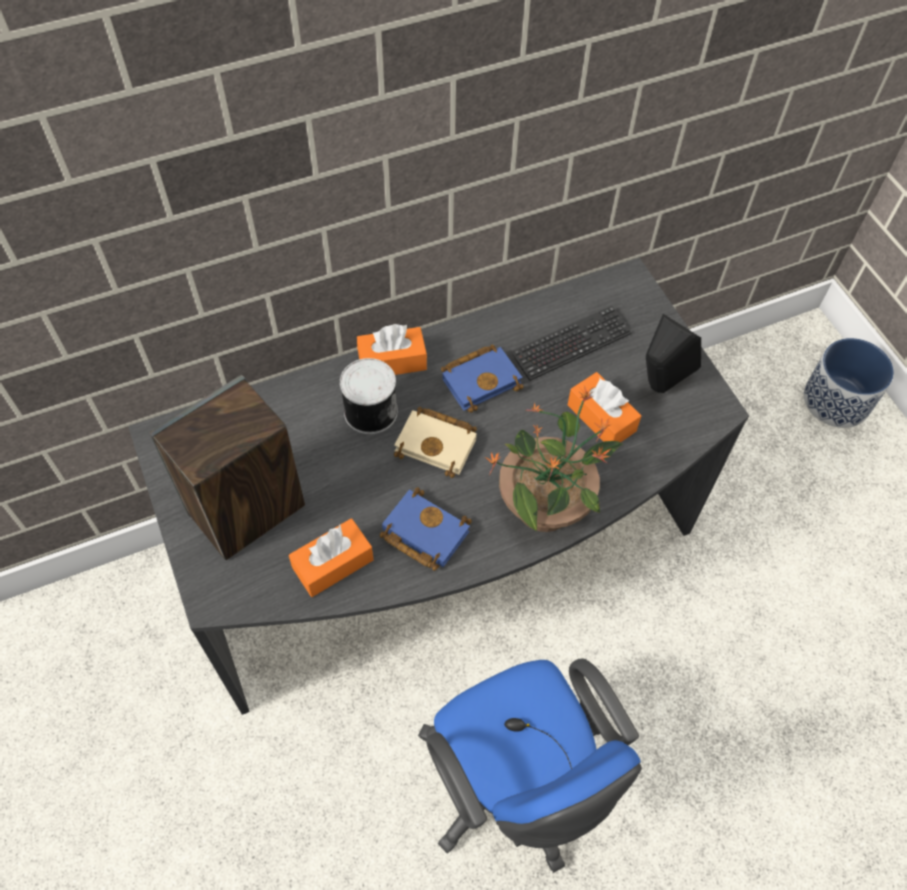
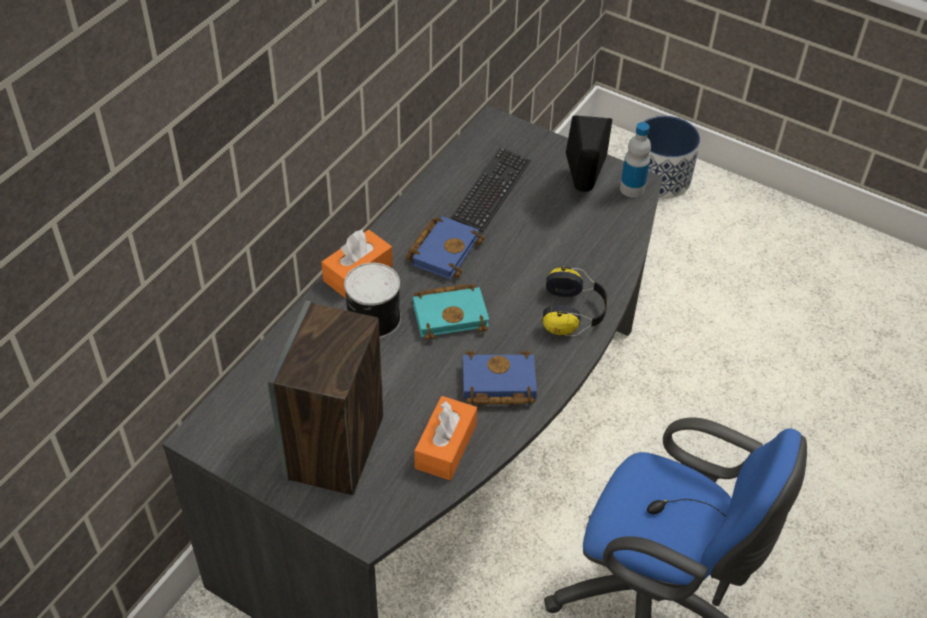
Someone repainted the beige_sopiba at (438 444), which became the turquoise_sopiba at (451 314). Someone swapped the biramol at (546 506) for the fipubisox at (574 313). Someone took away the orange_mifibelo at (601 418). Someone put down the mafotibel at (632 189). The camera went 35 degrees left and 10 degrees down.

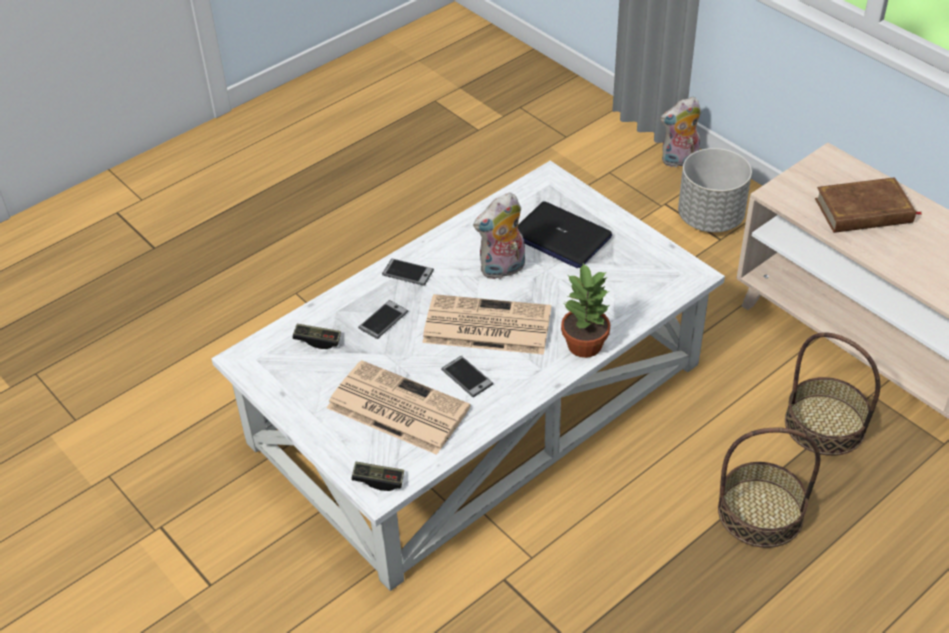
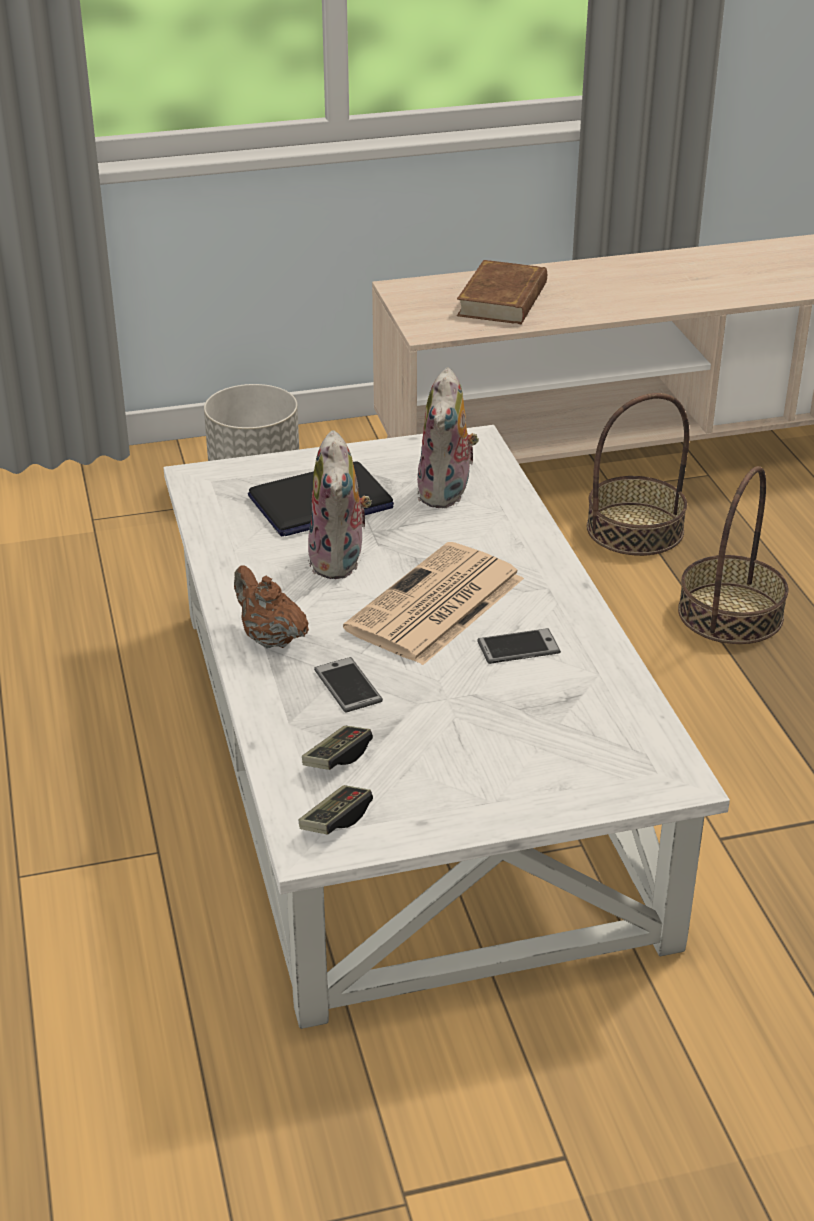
Someone took away the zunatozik at (396 408). Someone carried the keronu from (378 480) to (336 820). Someone swapped the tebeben at (407 273) for the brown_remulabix at (270 638). Someone took away the biramol at (585 344). Someone carried the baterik from (679 161) to (447 494). The camera went 65 degrees left and 10 degrees down.

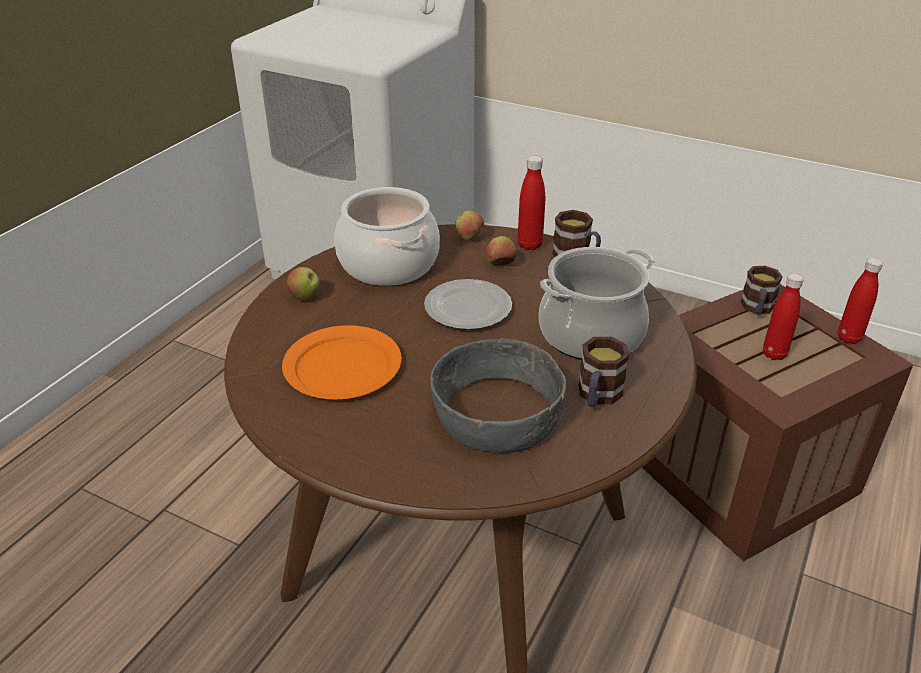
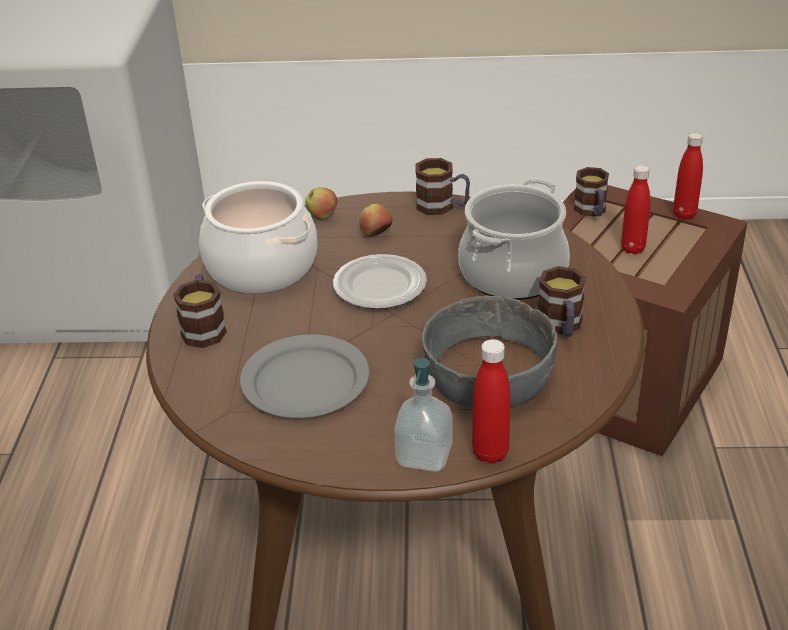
Someone repainted the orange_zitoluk at (342 366), which became the grey_zitoluk at (304 381). Someone swapped the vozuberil at (305 297) for the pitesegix at (204 327). Someone carried the red_mafotibel from (529 245) to (490 453). Someone put down the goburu at (424 456). The camera went 25 degrees left and 0 degrees up.

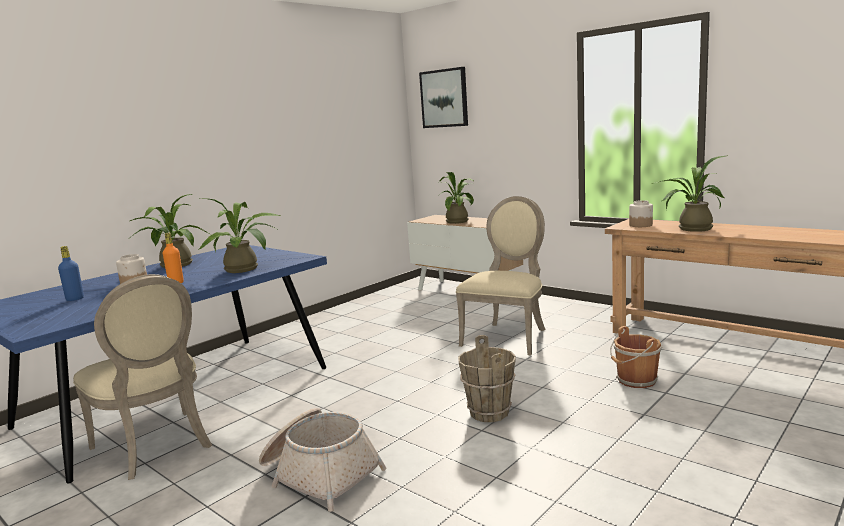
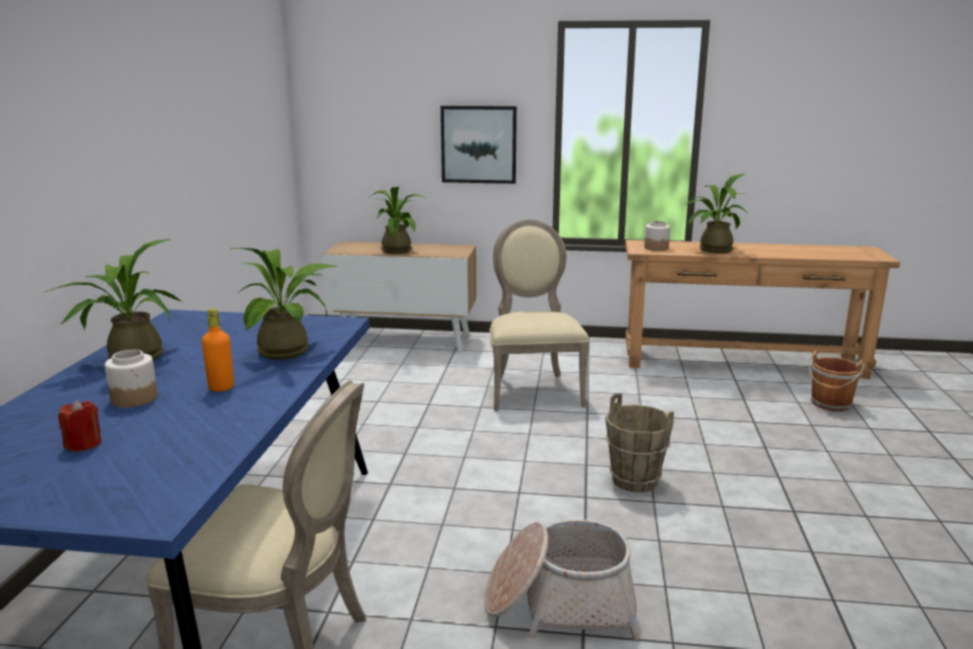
Someone swapped the blue_mafotibel at (75 299) for the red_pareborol at (83 444). Someone carried the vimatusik from (444 98) to (479 144). Someone carried the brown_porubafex from (635 381) to (831 404). The camera went 35 degrees left and 5 degrees up.

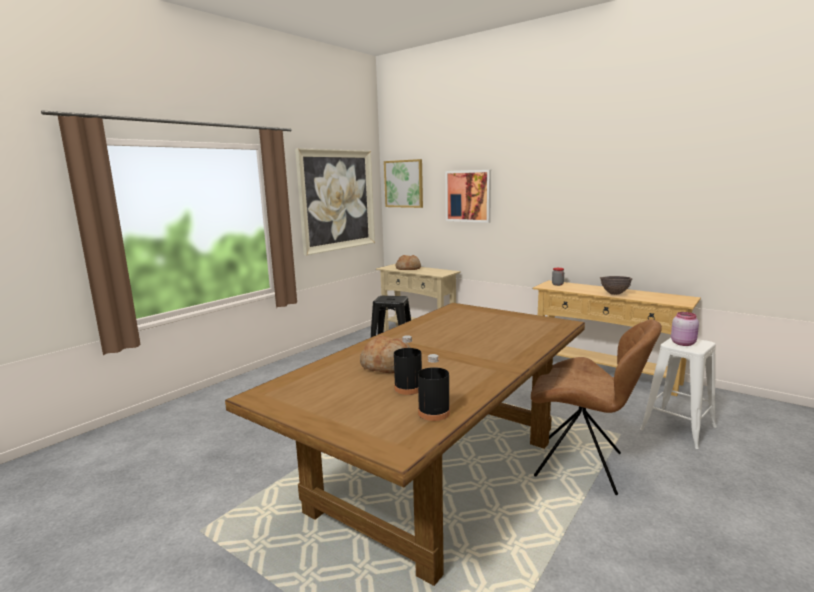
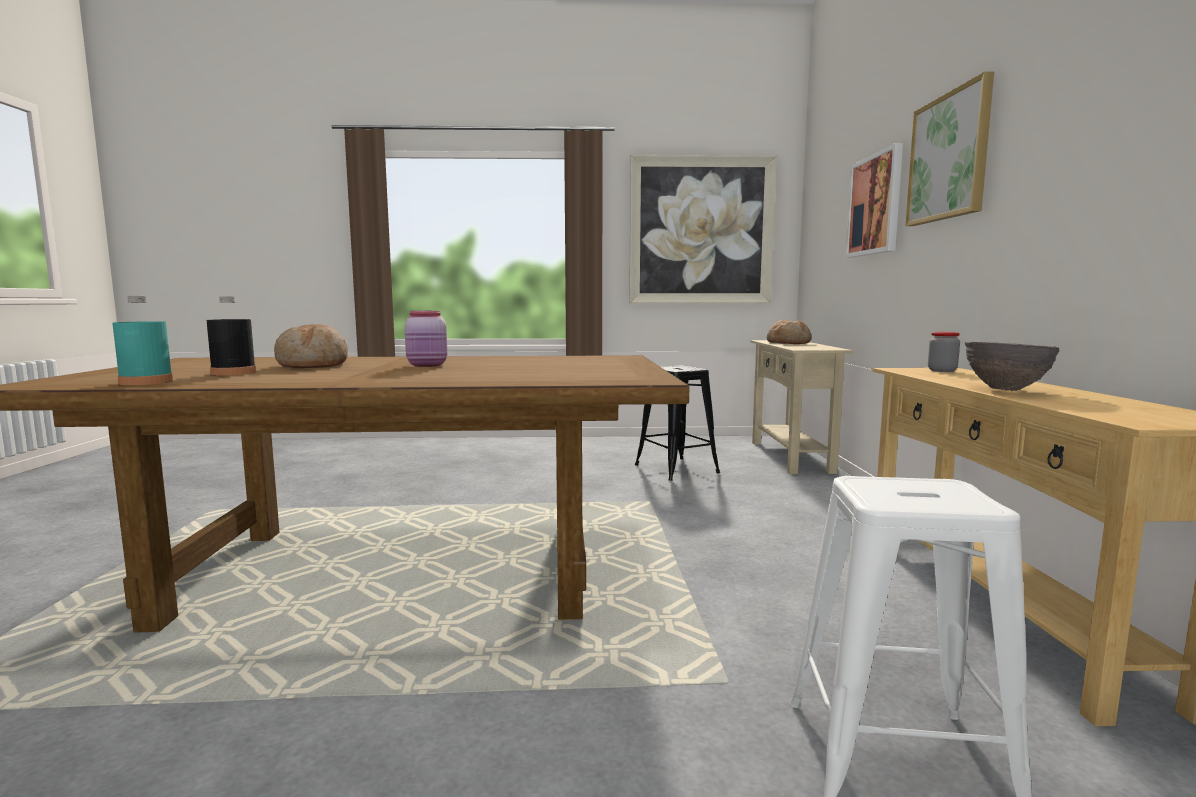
Someone carried the vimatusik from (404 184) to (949 157). Someone repainted the black_mafotibel at (434 413), which became the turquoise_mafotibel at (146 382). Someone took away the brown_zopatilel at (583 465). Someone carried the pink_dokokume from (683 343) to (428 365). The camera went 50 degrees right and 5 degrees down.

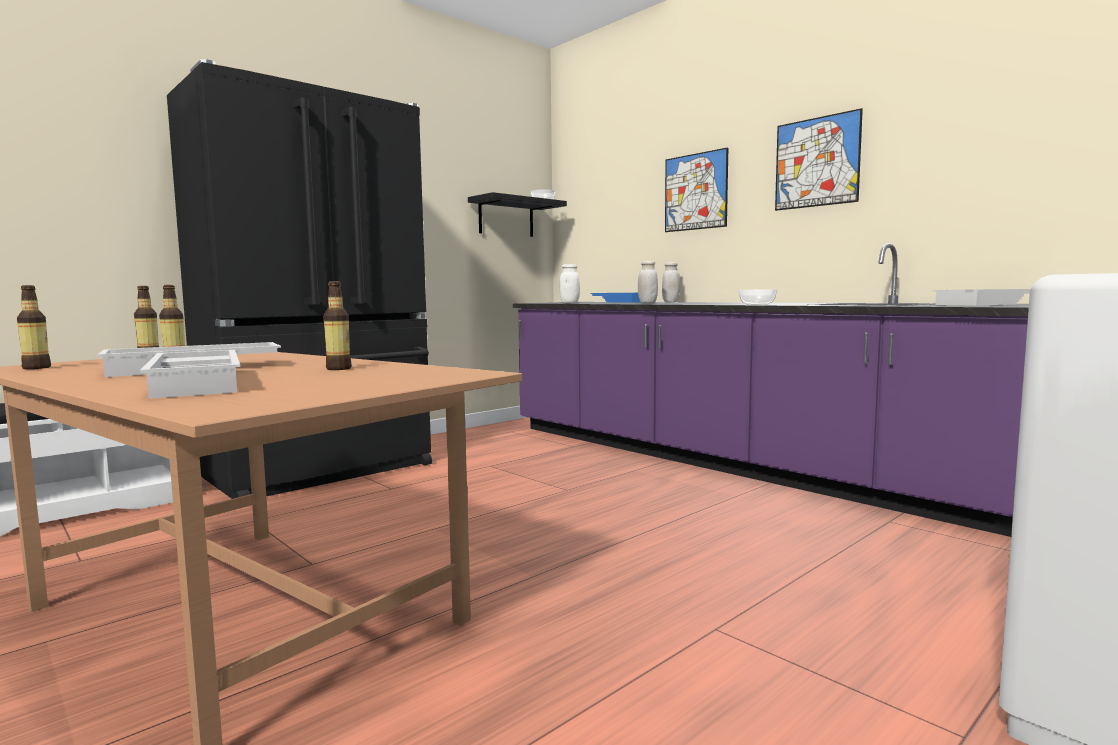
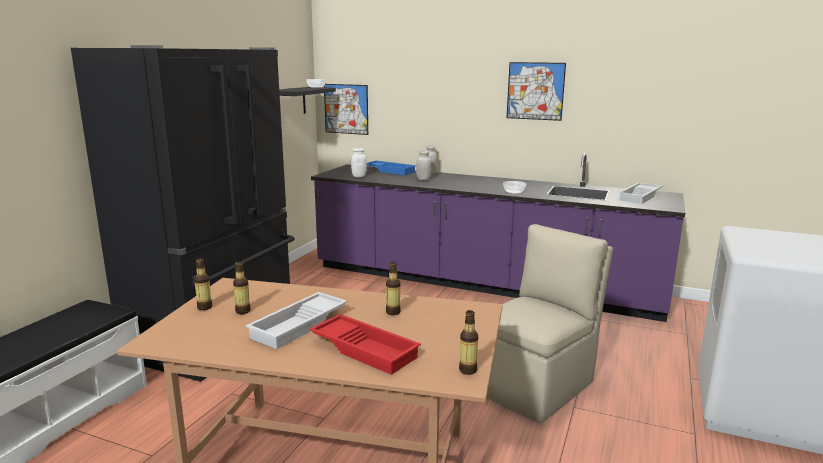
Someone carried the mafotibel from (36 368) to (467 370). Someone repainted the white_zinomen at (199 383), which became the red_zinomen at (366 349). Someone carried the vimatusik from (695 192) to (346 109). Someone put down the beige_zopatilel at (536 385). The camera went 25 degrees left and 10 degrees up.

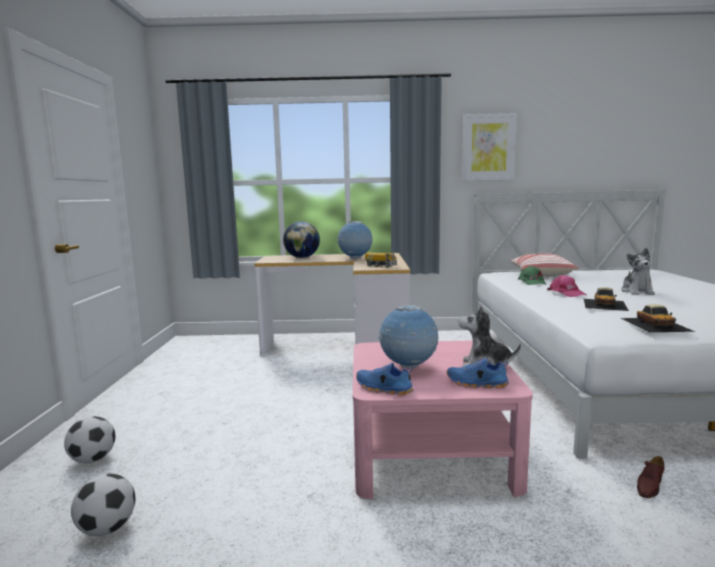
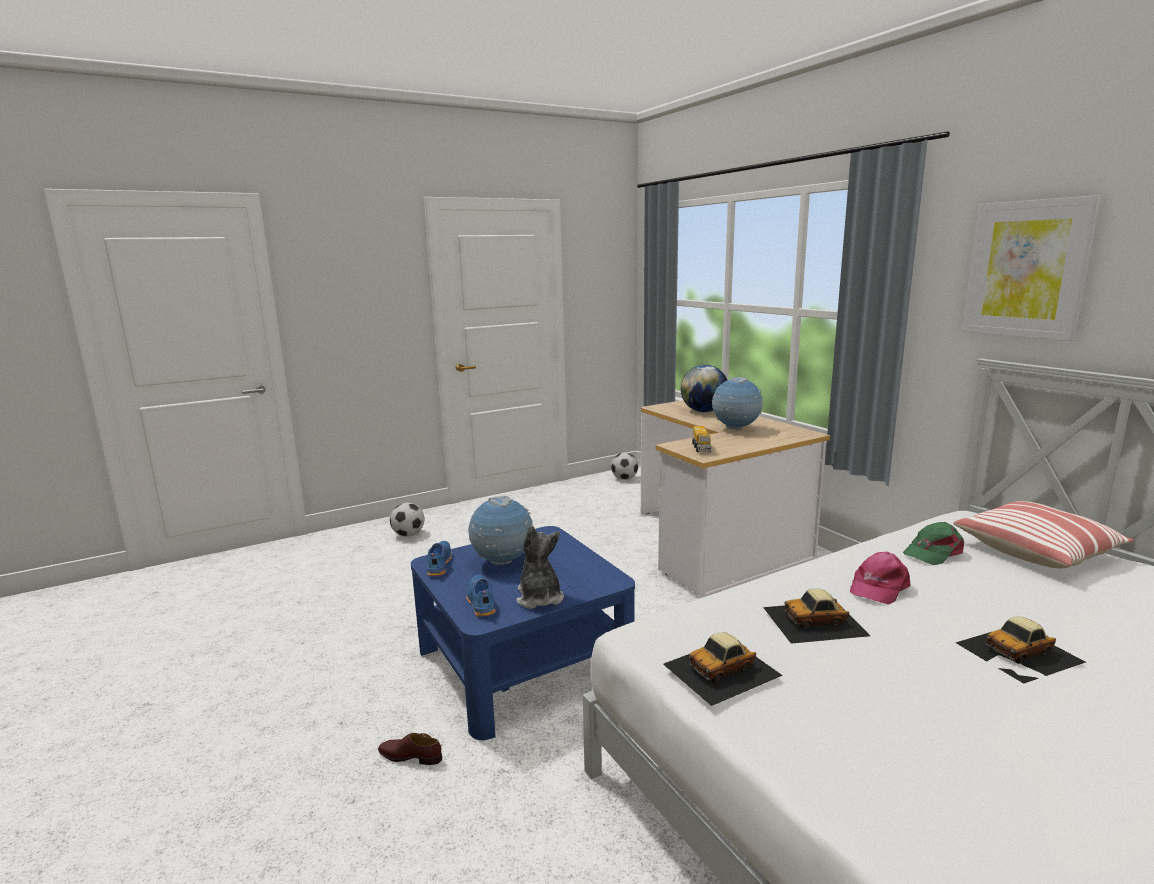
Someone carried the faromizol from (107 529) to (624 479). Someone repainted the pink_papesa at (430 450), which became the blue_papesa at (522 663). Someone swapped the baterik at (637 291) for the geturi at (1019 652). Someone carried the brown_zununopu from (649 486) to (410 756). The camera went 60 degrees right and 5 degrees up.

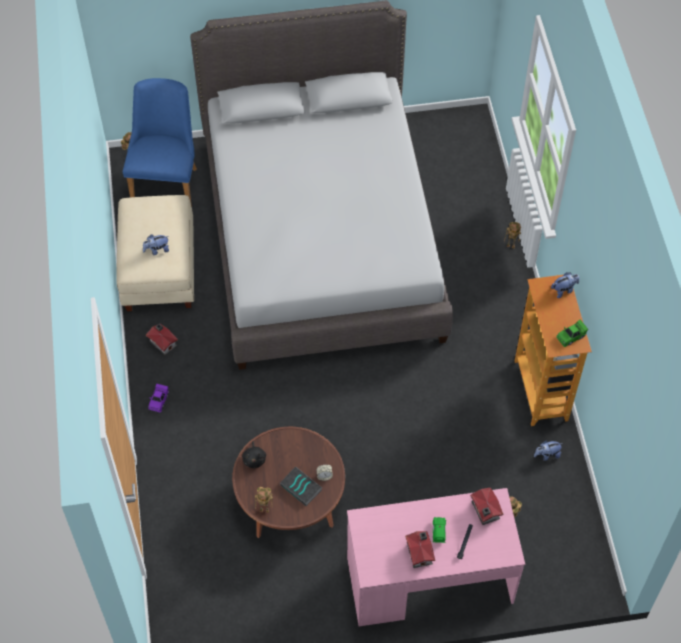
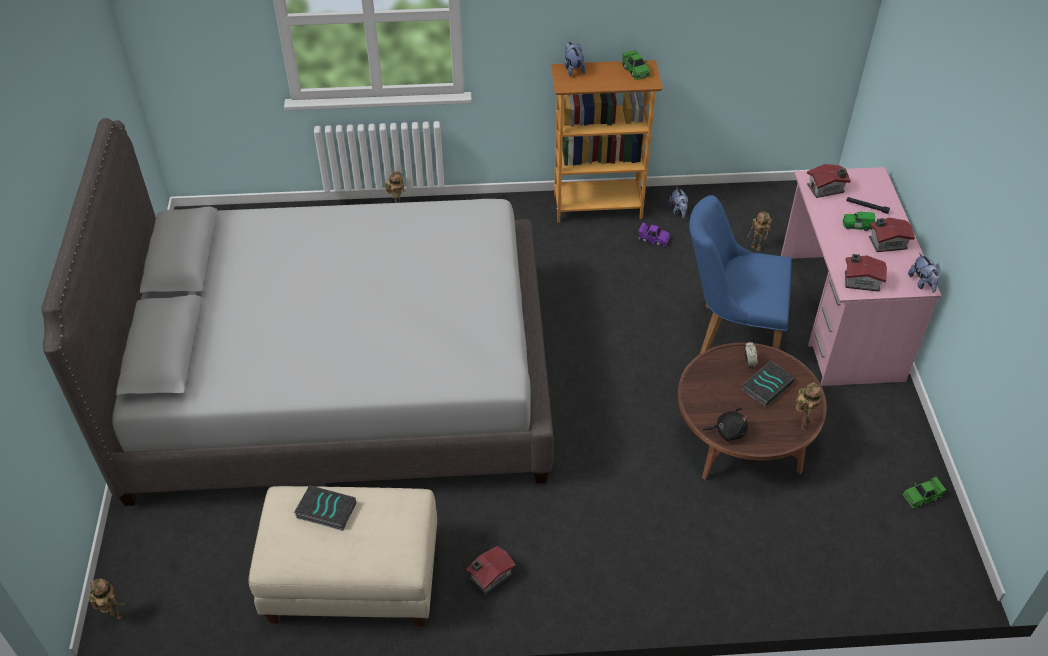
Someone carried the blue_zopatilel from (167 180) to (729 334). Someone carried the baterik from (157 250) to (922 283). Someone carried the purple_geturi from (159 401) to (653 239). Someone put down the sopiba at (325 511). Someone put down the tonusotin at (860 281). Someone put down the green_geturi at (921 497). The camera went 85 degrees left and 10 degrees down.

